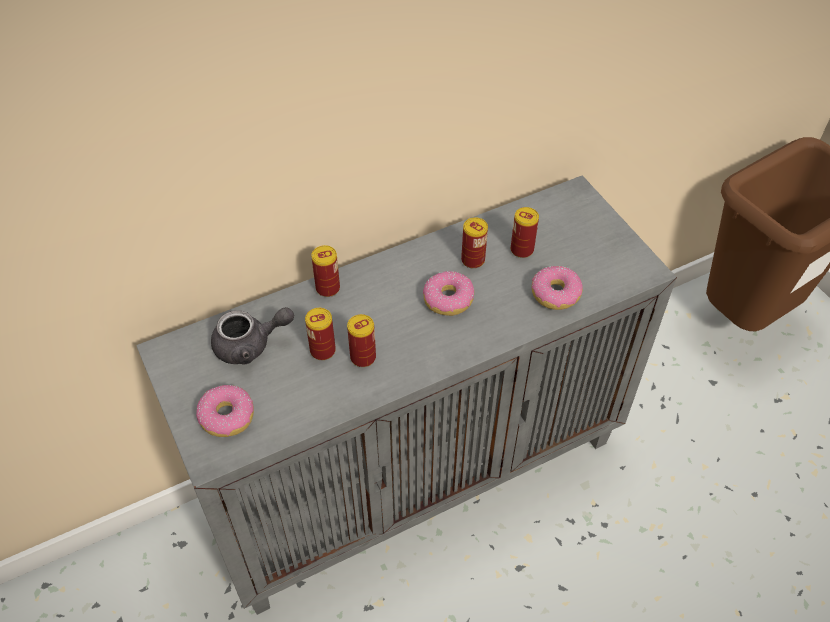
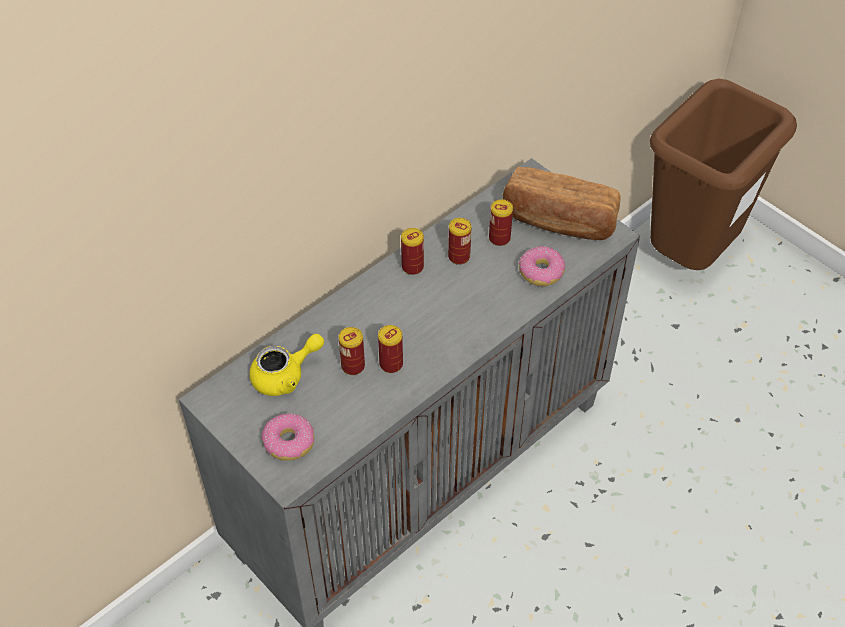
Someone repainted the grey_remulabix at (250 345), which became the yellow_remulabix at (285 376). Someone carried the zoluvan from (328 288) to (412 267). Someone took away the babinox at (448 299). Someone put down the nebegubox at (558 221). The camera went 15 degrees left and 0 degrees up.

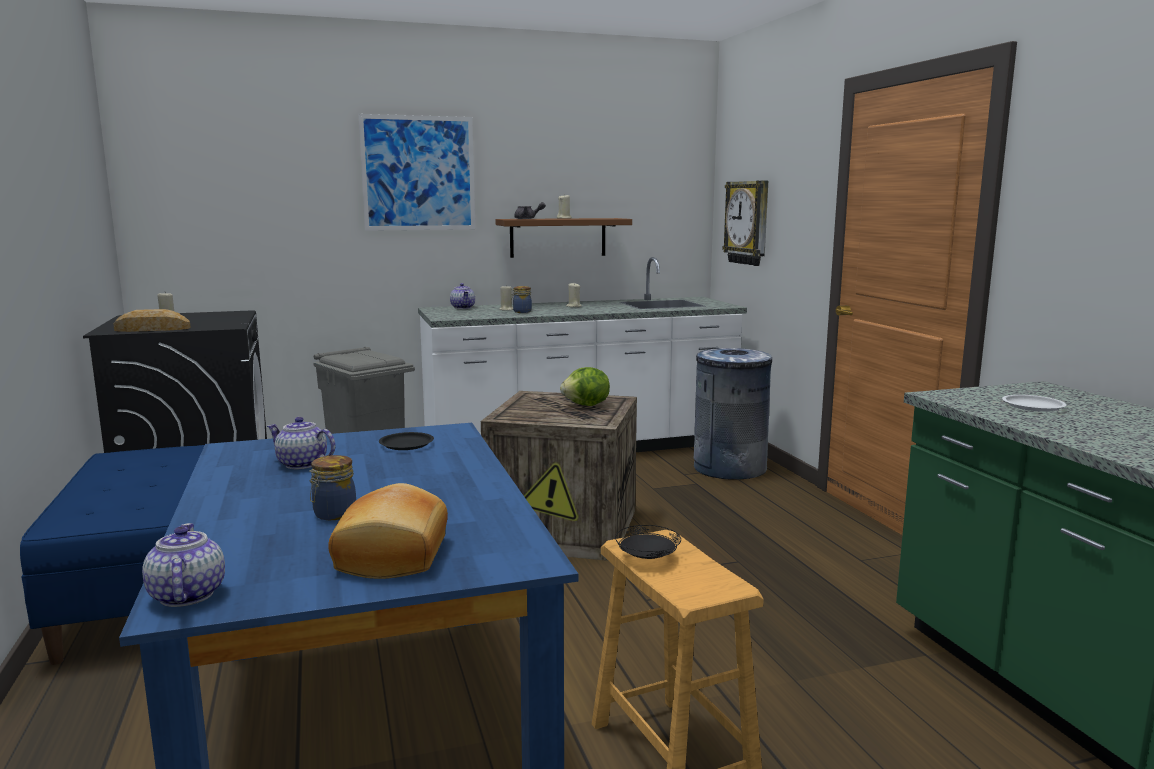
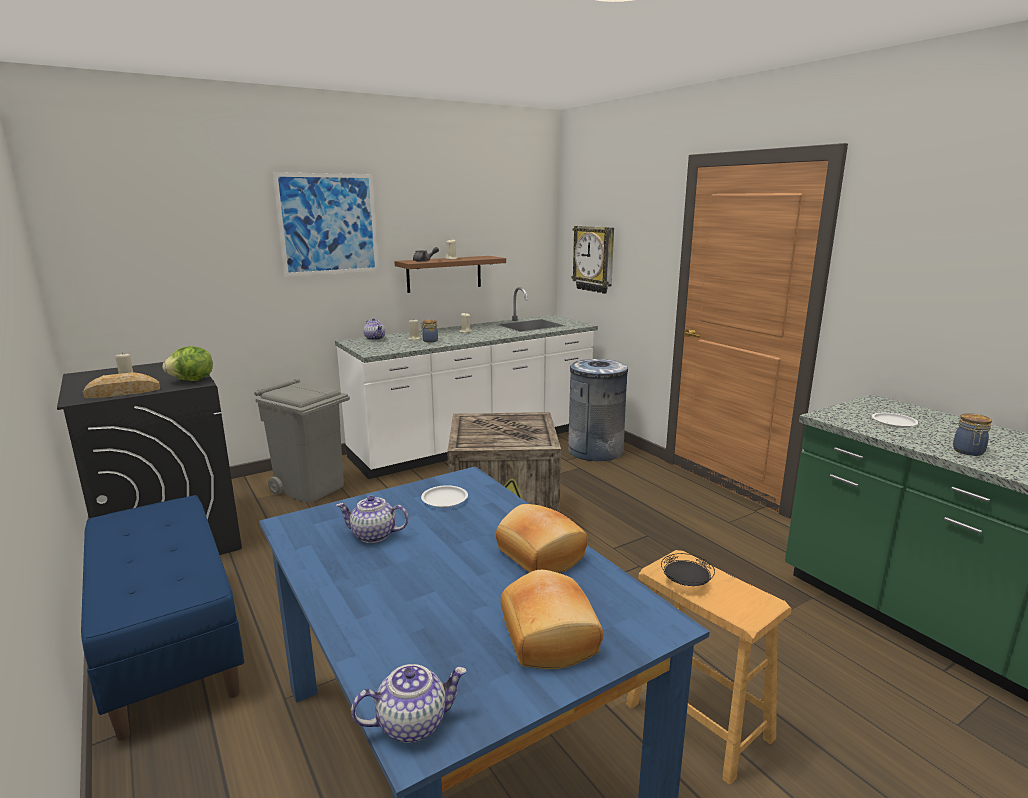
Someone rotated the remulabix at (186 595) by 105 degrees clockwise. Someone carried the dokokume from (333 514) to (968 452). Someone repainted the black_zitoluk at (407 444), which became the white_zitoluk at (445 499). Someone carried the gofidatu from (587 405) to (192 380). Someone put down the nebegubox at (539 555). The camera went 15 degrees left and 5 degrees up.

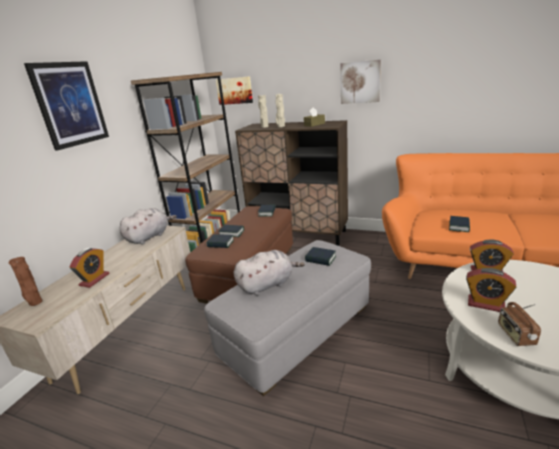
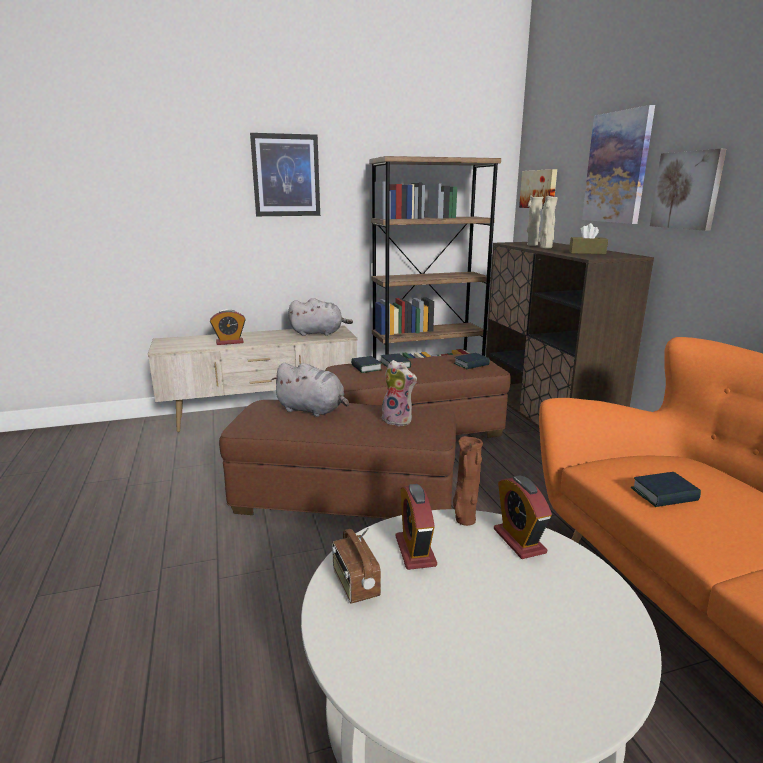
Someone carried the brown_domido from (35 303) to (464 520). Someone repainted the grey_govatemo at (297 331), which became the brown_govatemo at (345 498). Someone swapped the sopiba at (320 259) for the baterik at (398 420). Someone rotated the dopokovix at (515 335) by 75 degrees counterclockwise. Someone put up the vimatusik at (617 168). The camera went 50 degrees right and 5 degrees down.

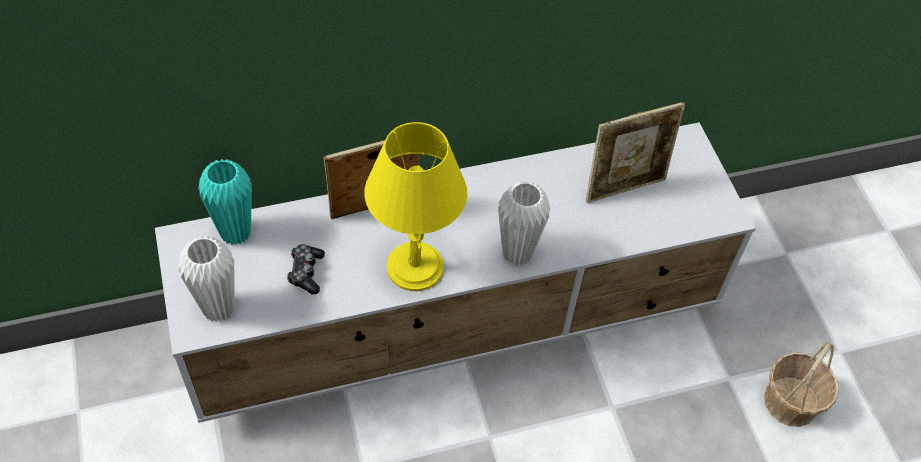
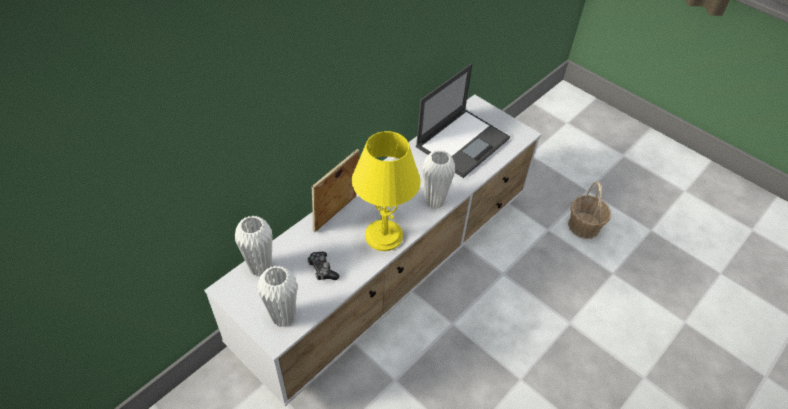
Someone repainted the turquoise_domido at (235 233), which became the white_domido at (260 268). Someone swapped the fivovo at (625 187) for the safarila at (463 142). The camera went 30 degrees left and 5 degrees down.

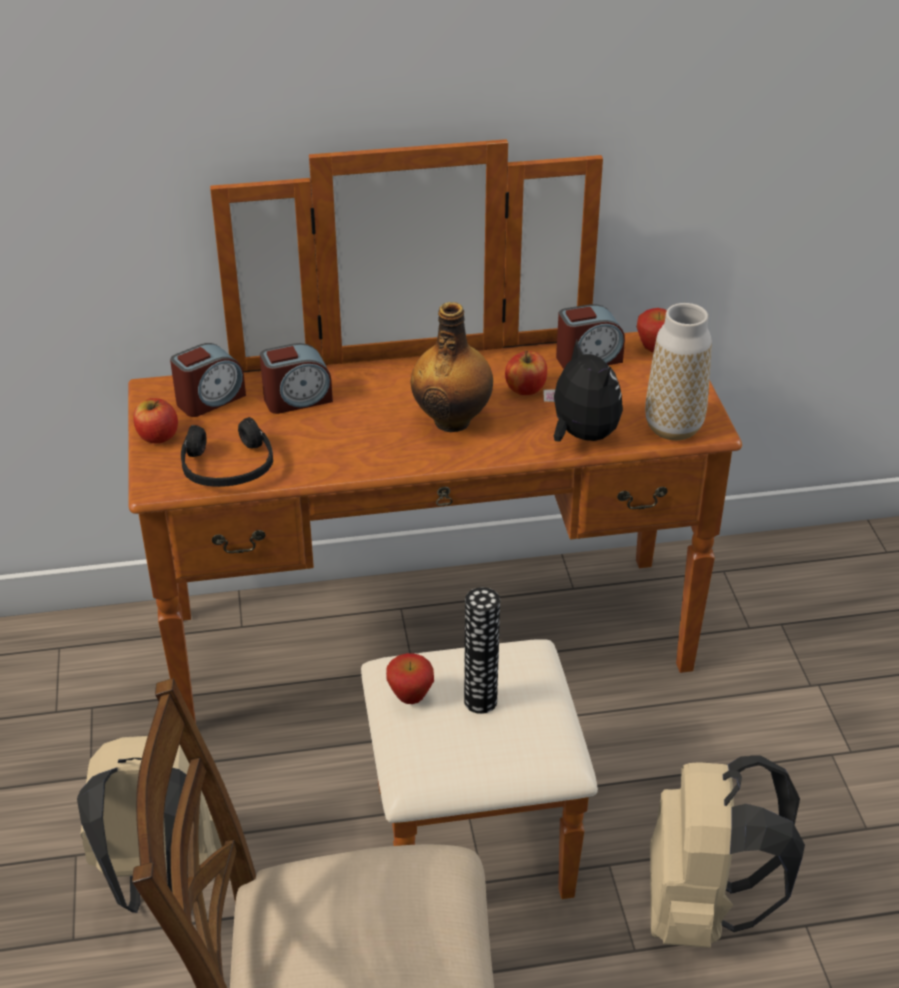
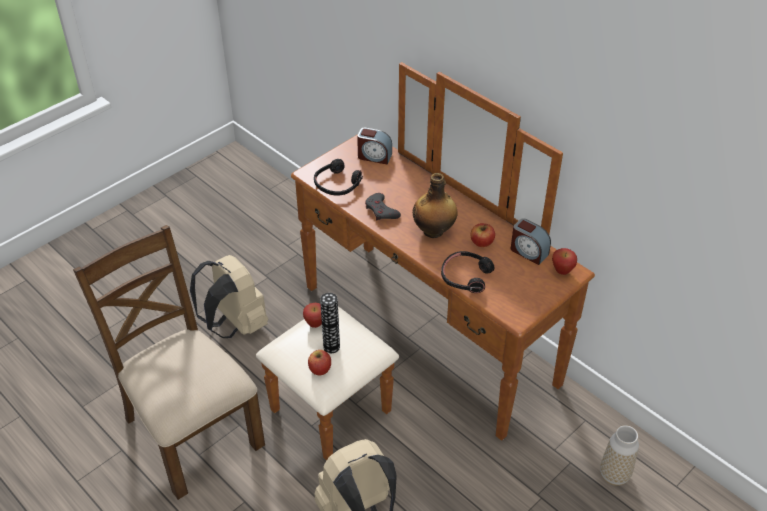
Someone carried the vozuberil from (157 436) to (320 369). Someone took away the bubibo at (297 399). Someone swapped the baterik at (581 435) for the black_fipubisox at (466 276). Someone carried the domido from (673 427) to (614 475). Someone put down the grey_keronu at (381 210). The camera went 55 degrees right and 5 degrees up.

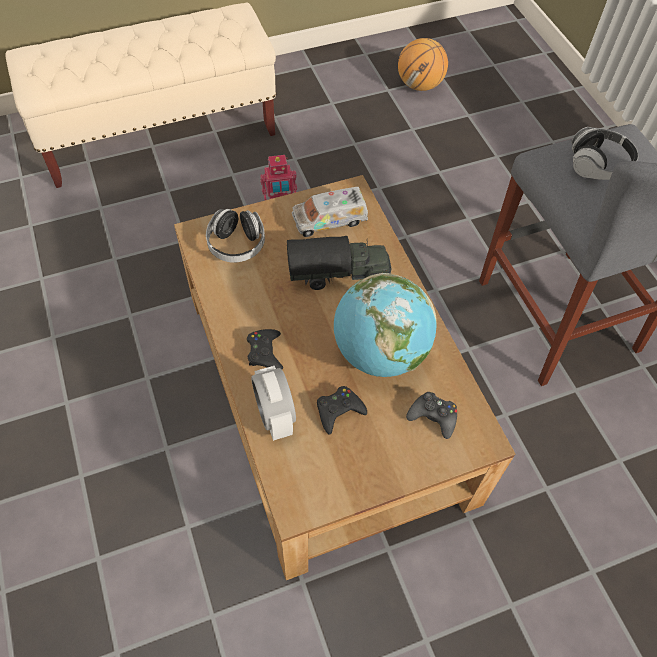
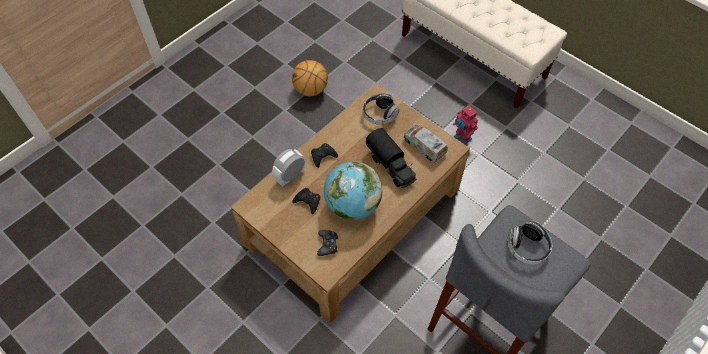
Someone carried the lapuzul from (420 85) to (310 90). The camera went 65 degrees right and 0 degrees up.

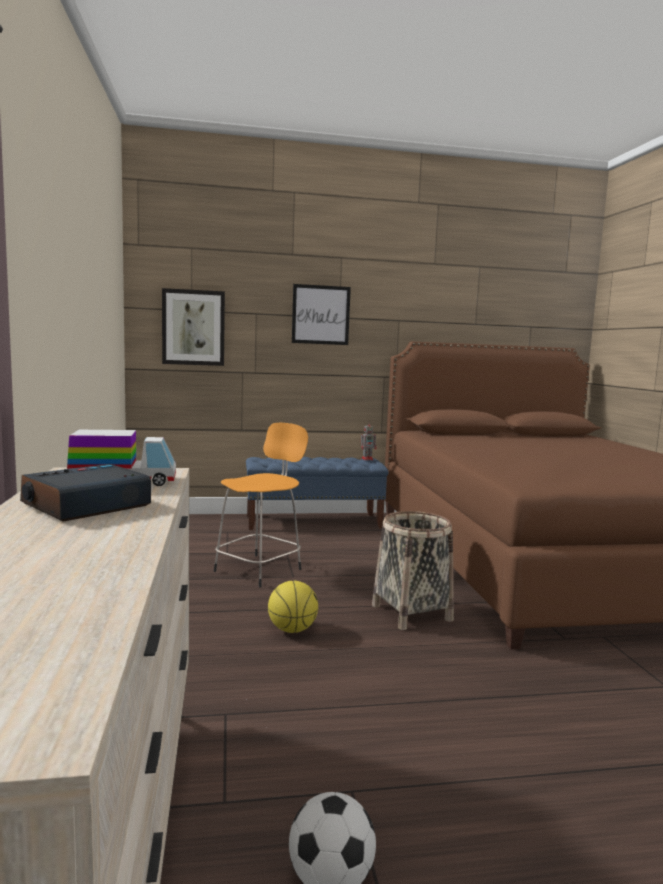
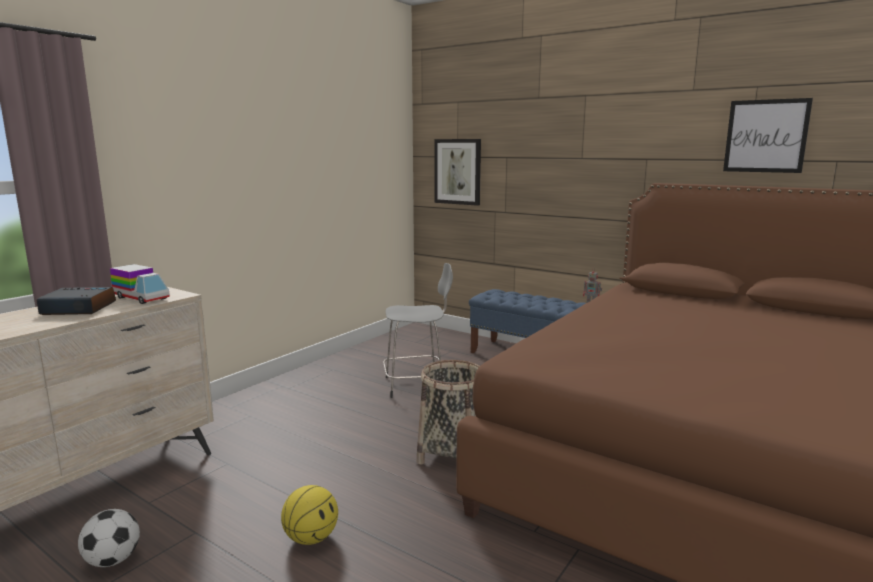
Someone repainted the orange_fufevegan at (260 569), which became the grey_fufevegan at (417 385). Someone carried the lapuzul from (292 629) to (311 538). Someone carried the vimatusik from (320 315) to (766 136). The camera went 45 degrees right and 5 degrees up.

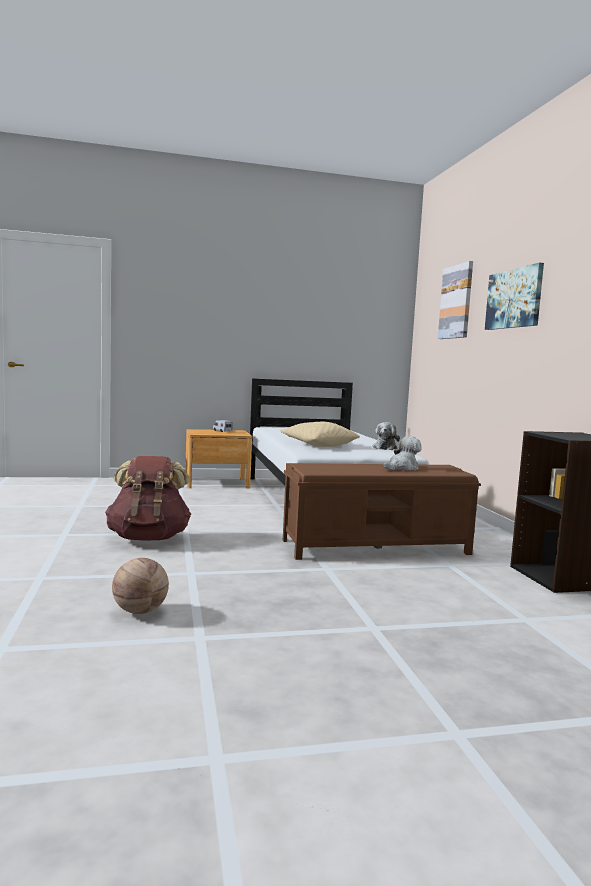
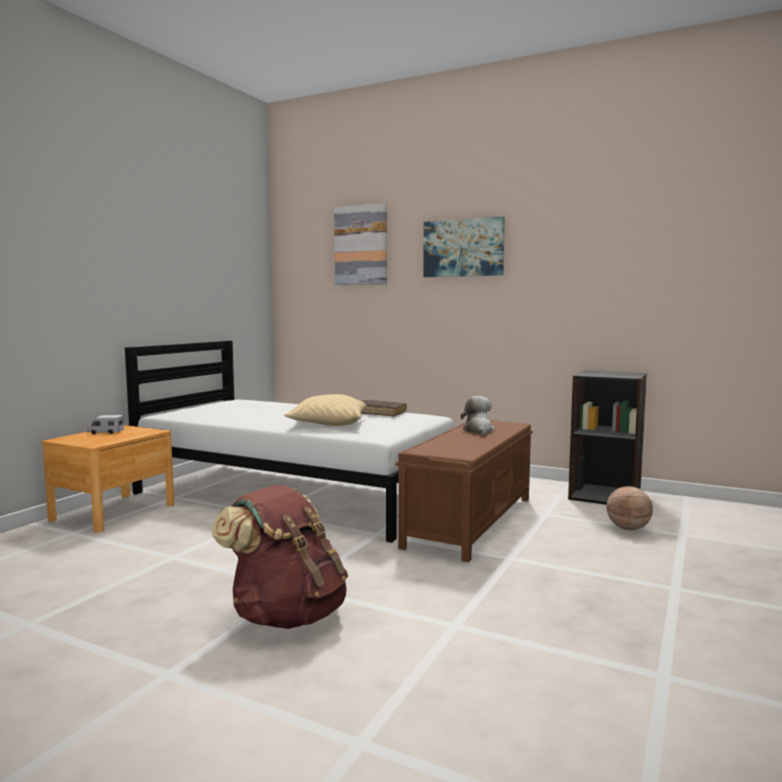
Someone carried the lapuzul from (140 611) to (628 528). Someone swapped the baterik at (385 448) for the brown_sopiba at (380 413). The camera went 50 degrees left and 0 degrees up.

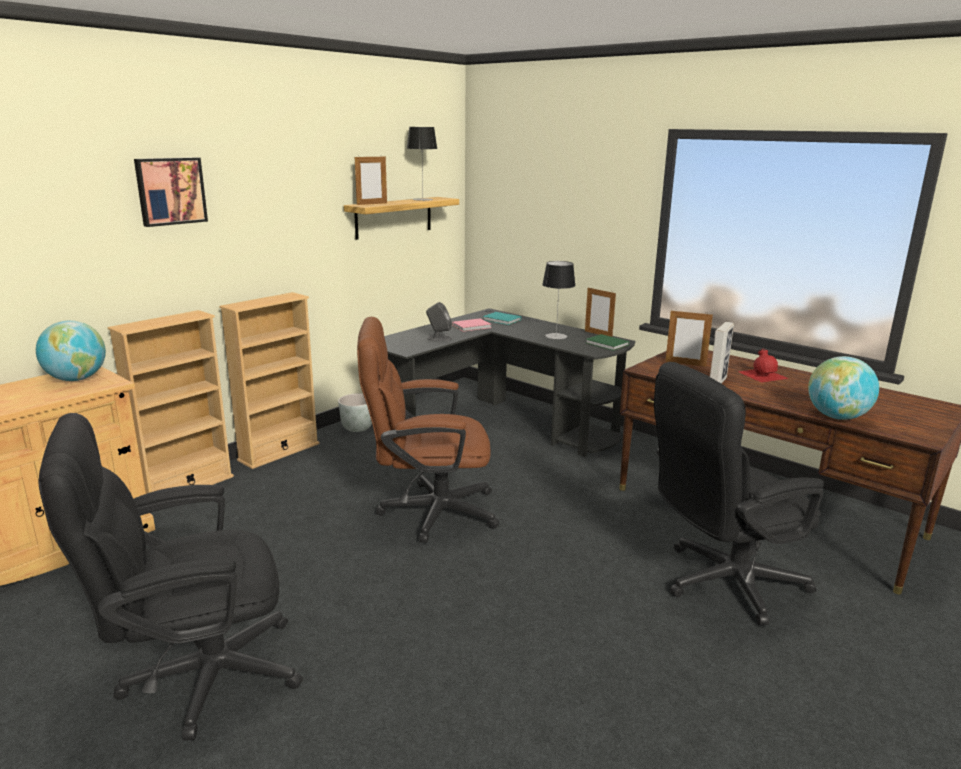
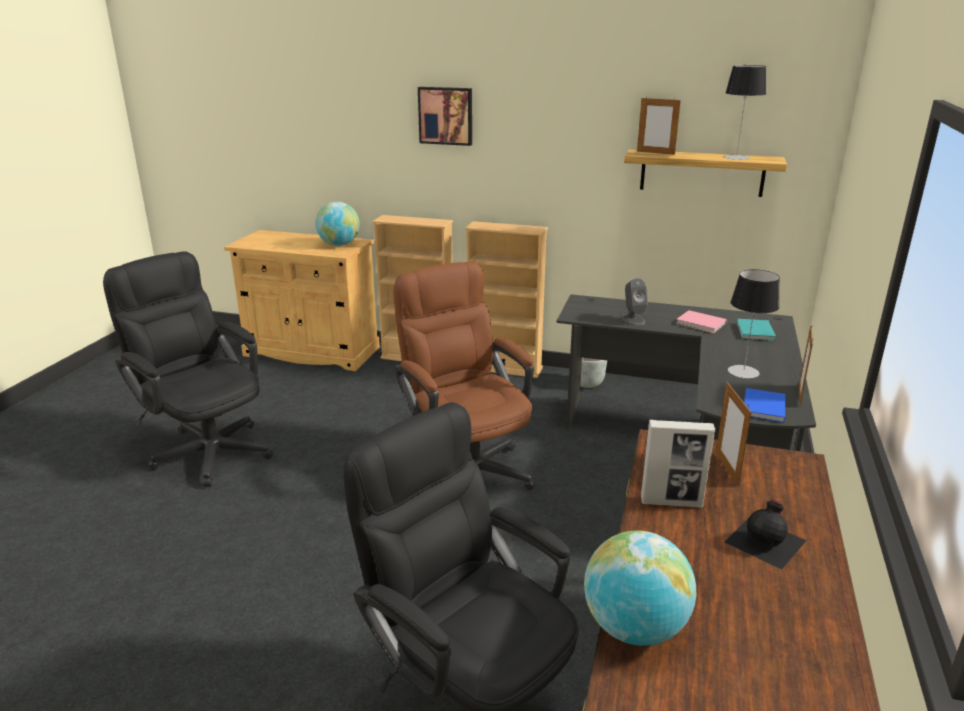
Someone repainted the green_sopiba at (607 344), which became the blue_sopiba at (762 408). Someone repainted the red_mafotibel at (762 374), which became the black_mafotibel at (767 541). The camera went 65 degrees right and 5 degrees up.

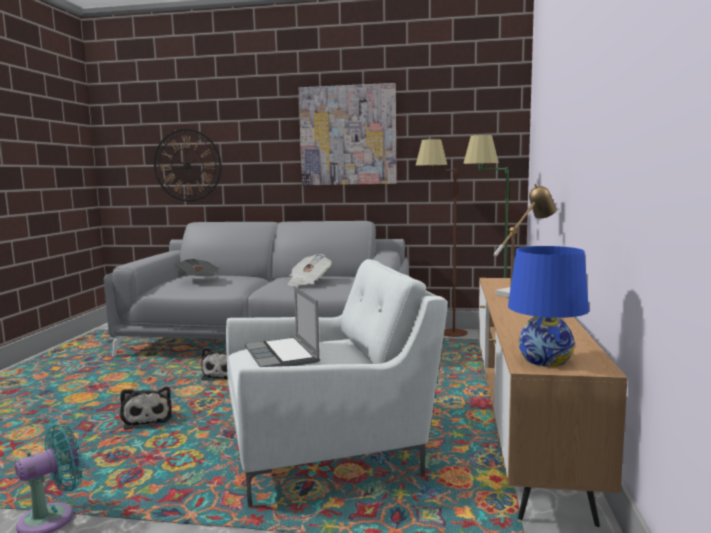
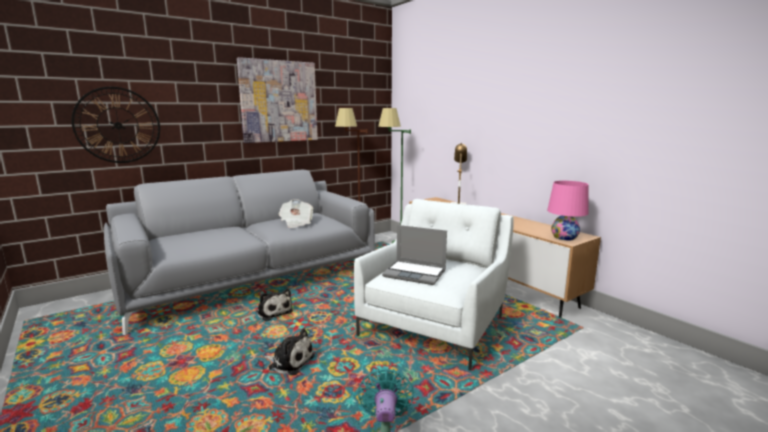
Someone took away the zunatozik at (199 280). Someone repainted the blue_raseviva at (545 360), which became the pink_raseviva at (564 237). The camera went 45 degrees left and 5 degrees up.

